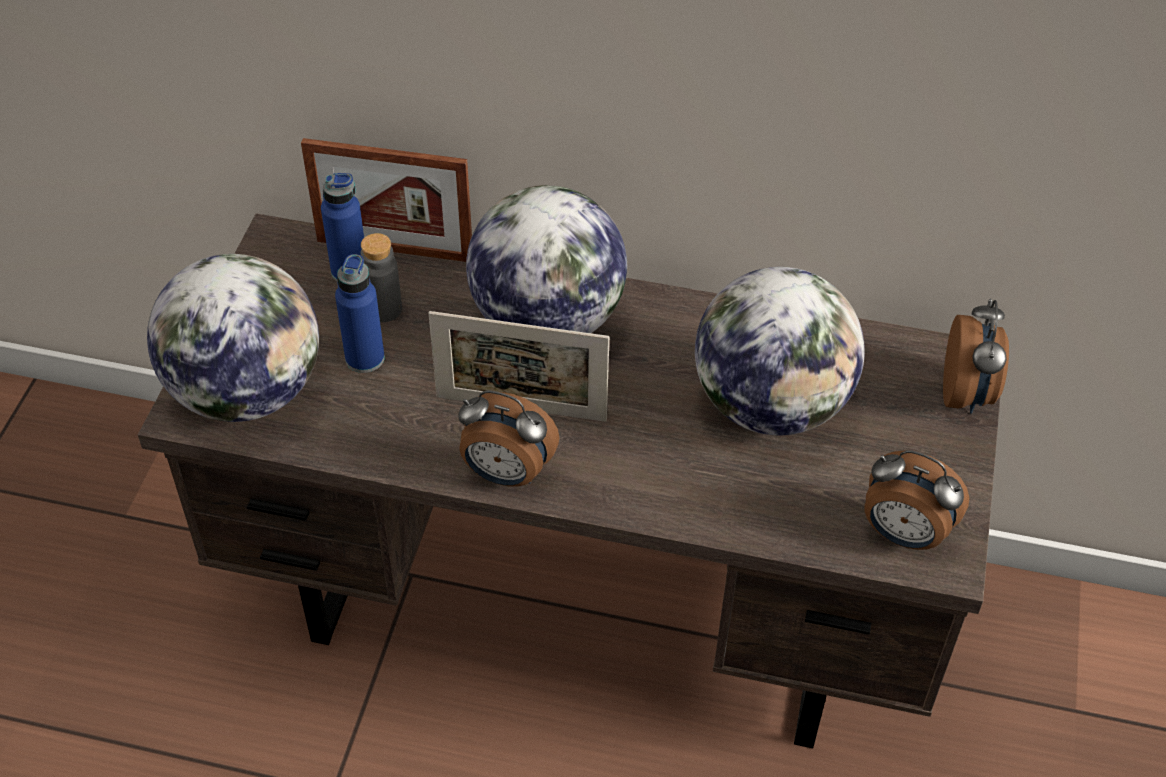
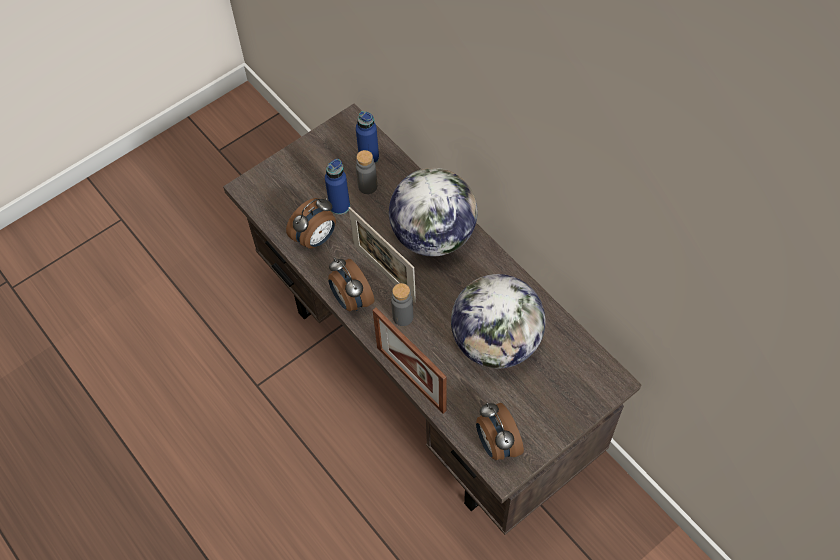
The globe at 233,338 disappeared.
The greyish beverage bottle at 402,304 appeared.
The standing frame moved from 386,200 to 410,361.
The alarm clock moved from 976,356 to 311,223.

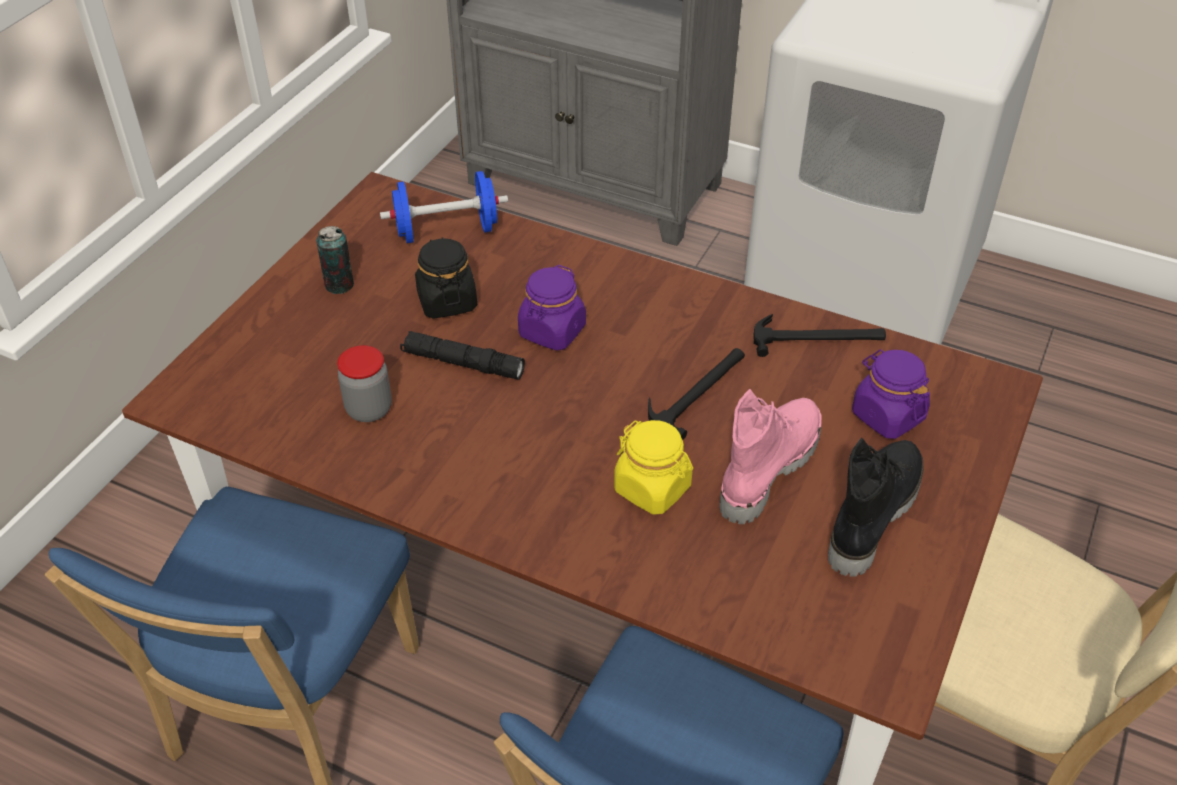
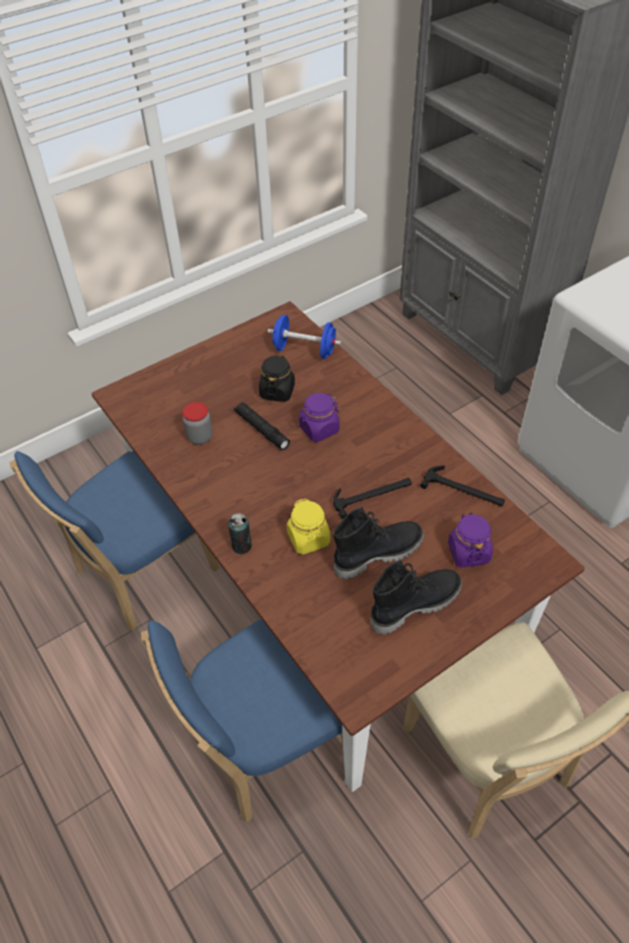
The metal can moved from 335,260 to 240,533.
The pink tall boot at 771,456 became the black-coloured tall boot at 378,543.

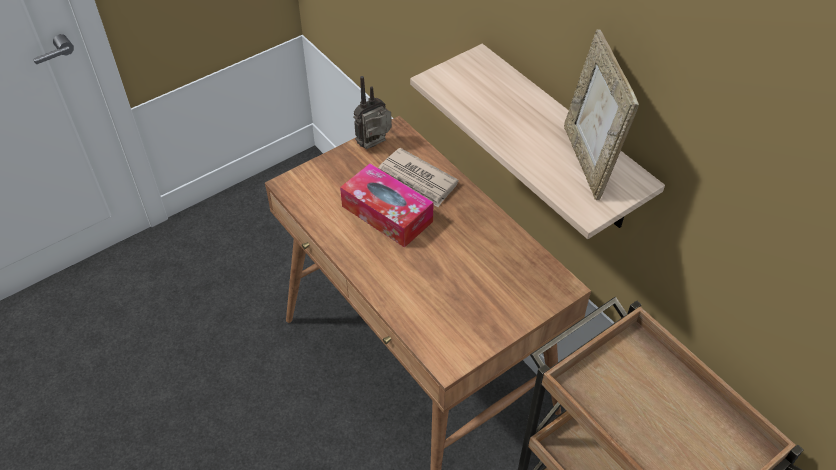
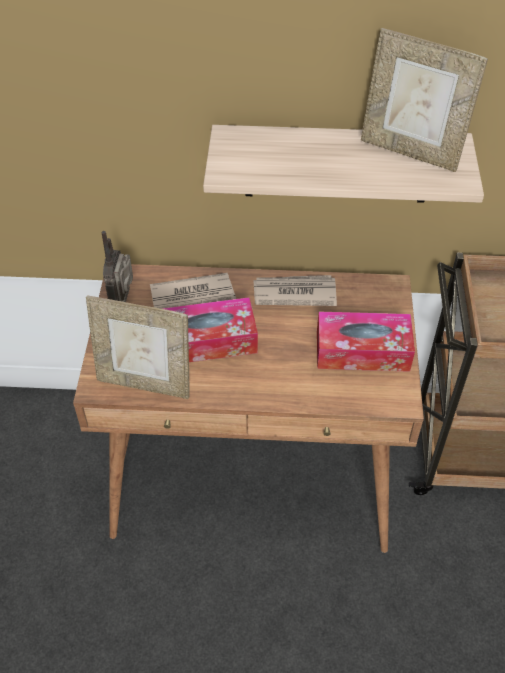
The standing frame at 138,347 appeared.
The newspaper at 295,290 appeared.
The box of tissues at 366,342 appeared.

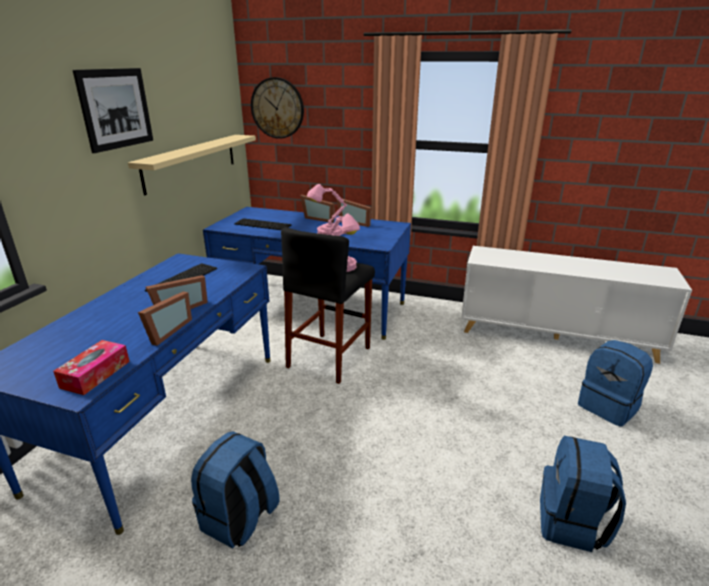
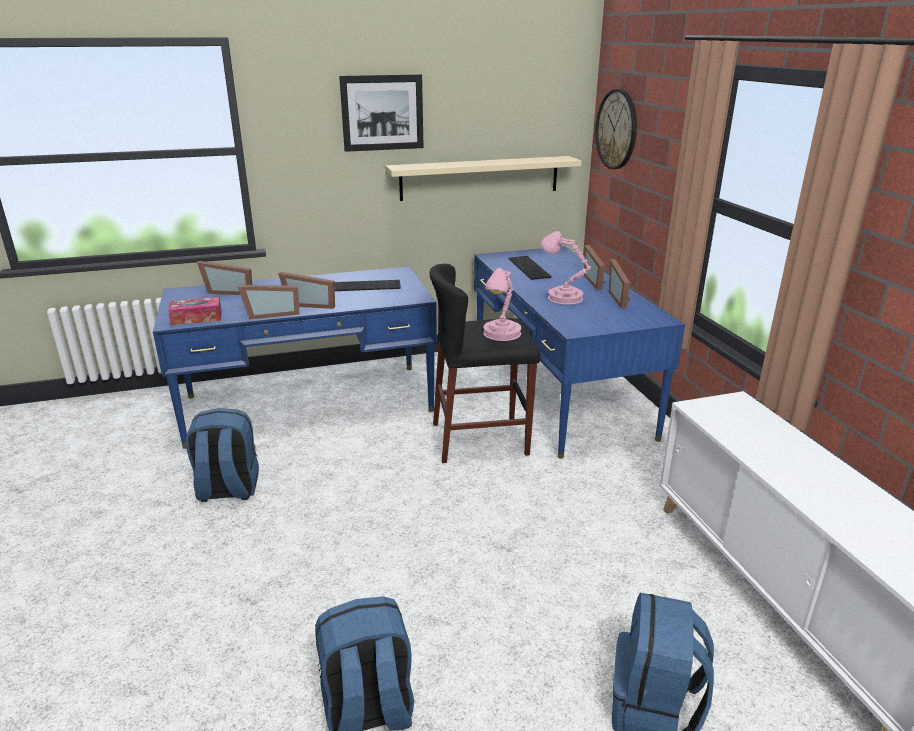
The standing frame at 225,278 appeared.

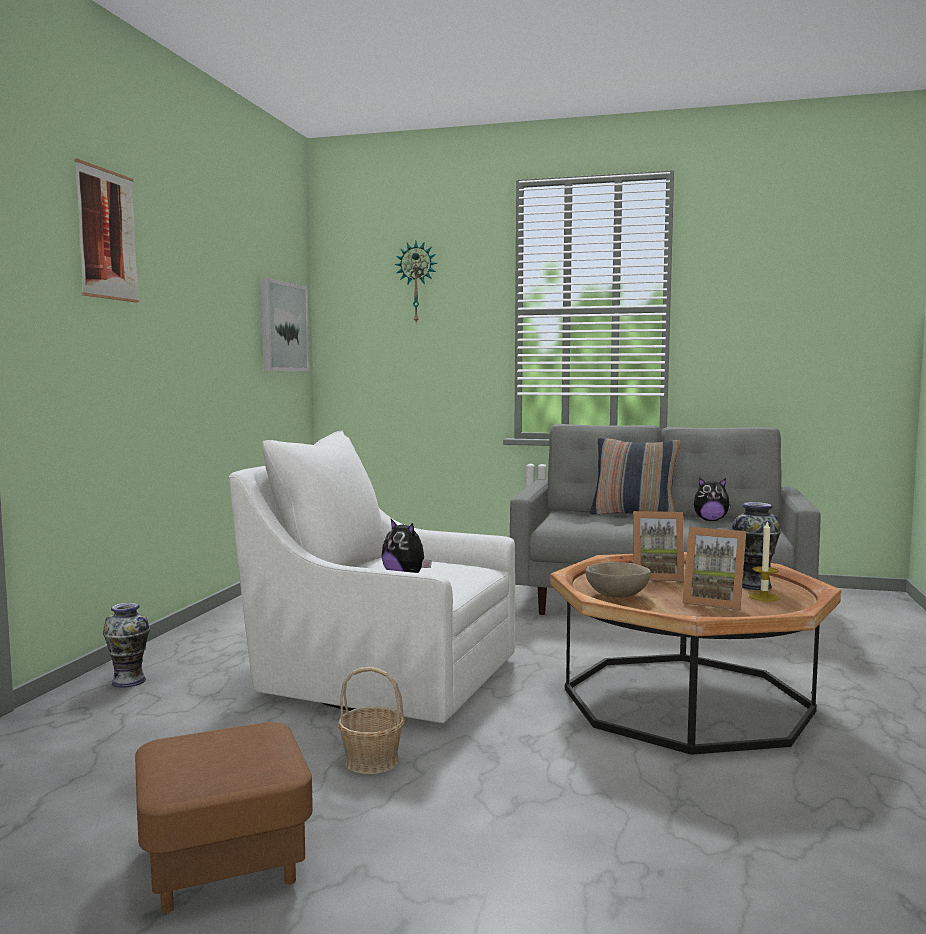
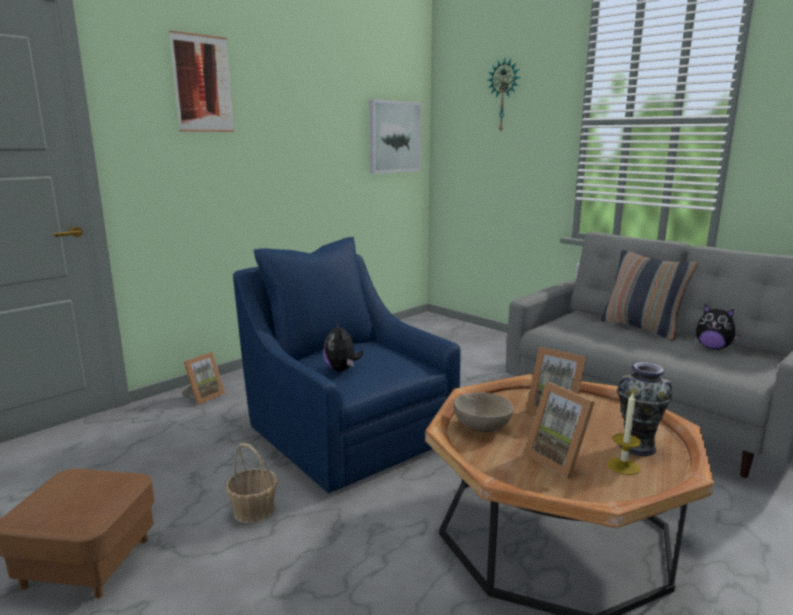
The flower vase at 126,645 was replaced by the standing frame at 203,378.
The whitish lounge chair at 372,577 became the blue-coloured lounge chair at 346,365.

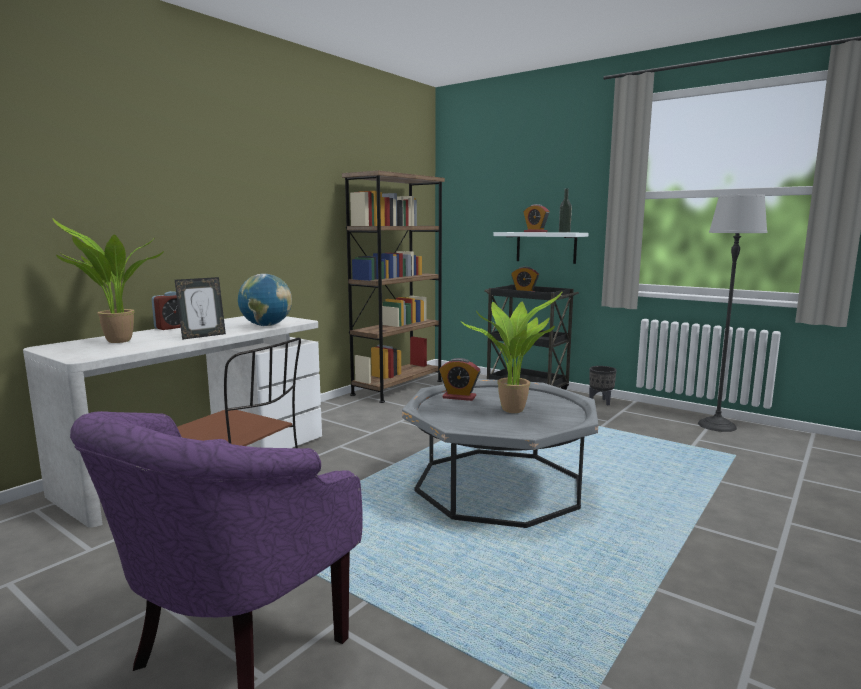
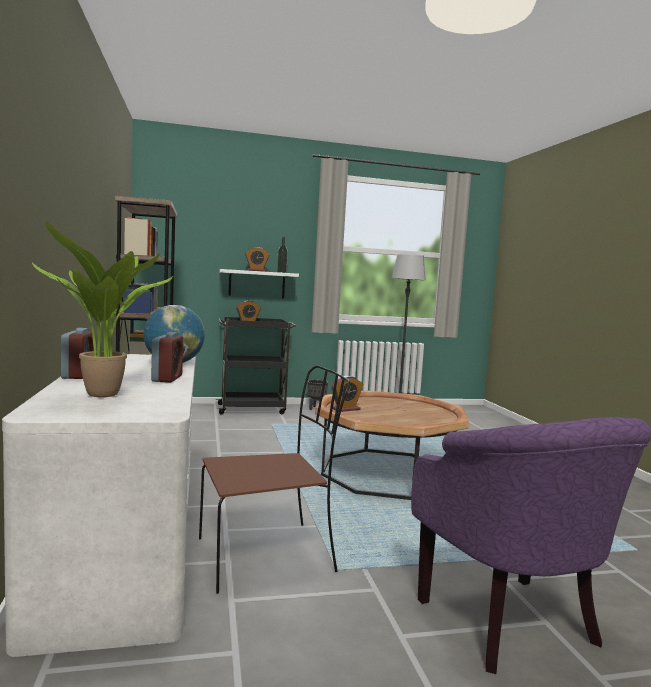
The plant in a pot at 512,352 disappeared.
The standing frame at 200,308 was replaced by the alarm clock at 167,357.
The greyish lounge table at 500,453 became the brownish lounge table at 392,445.

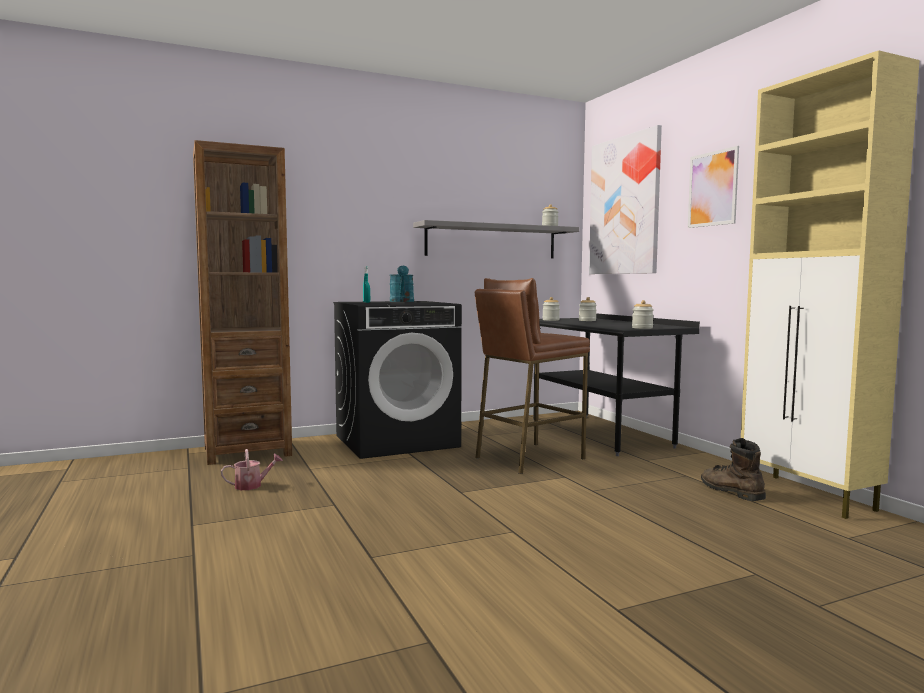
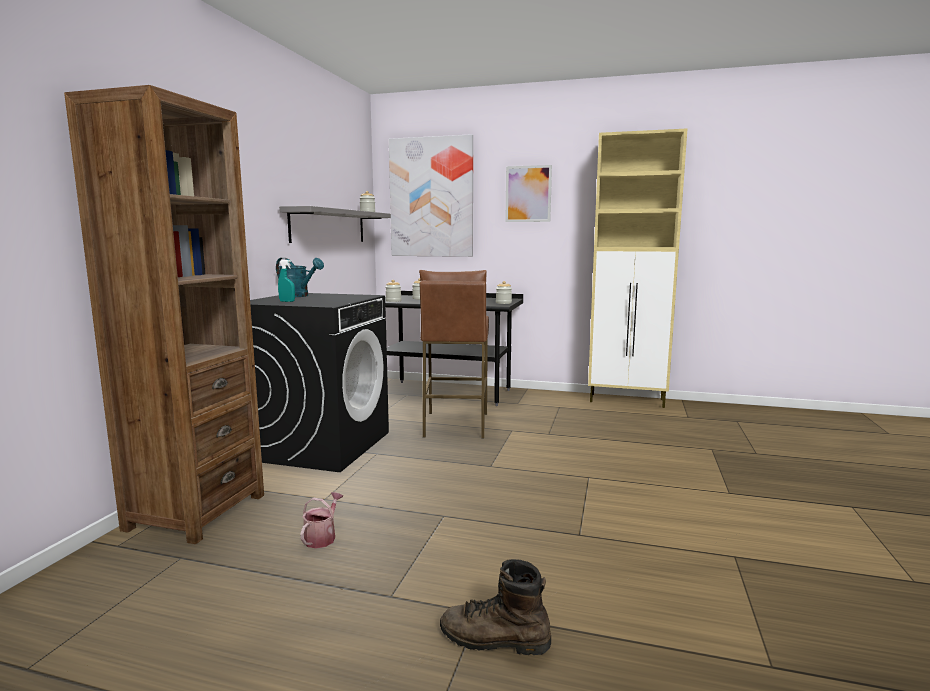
The brownish tall boot moved from 733,469 to 495,607.

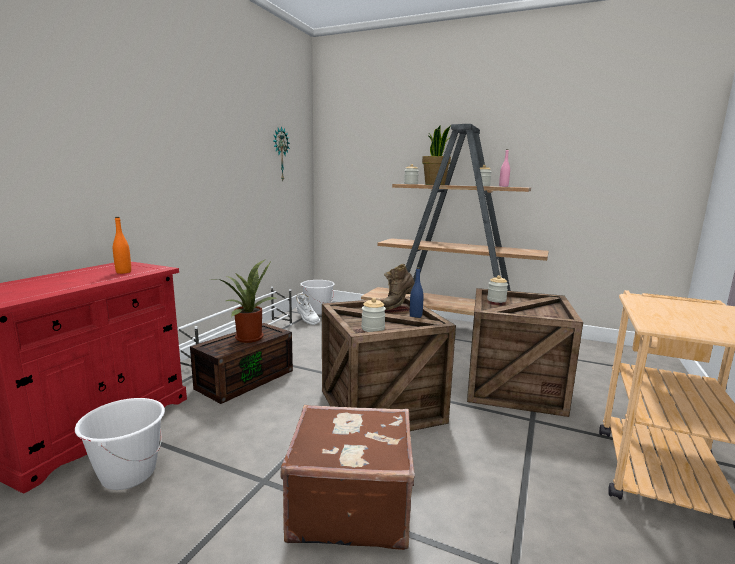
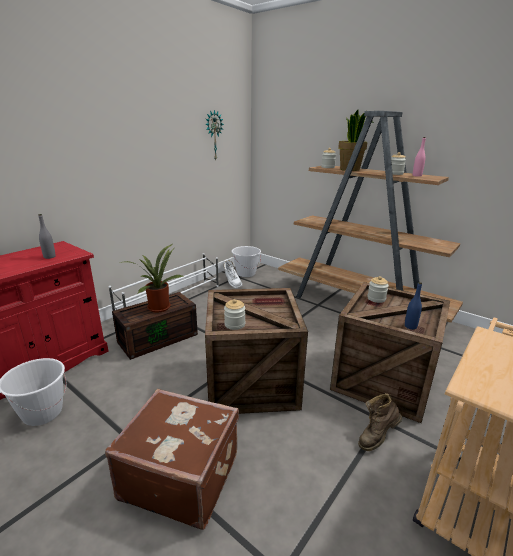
The brownish tall boot moved from 398,287 to 380,422.
The blue-coloured beverage bottle moved from 417,292 to 413,306.
The orange beverage bottle at 122,245 became the greyish beverage bottle at 47,236.

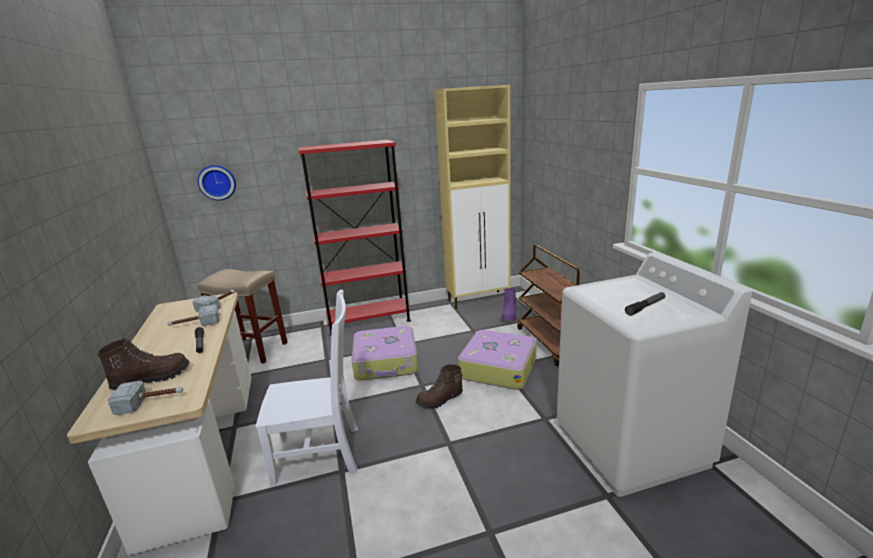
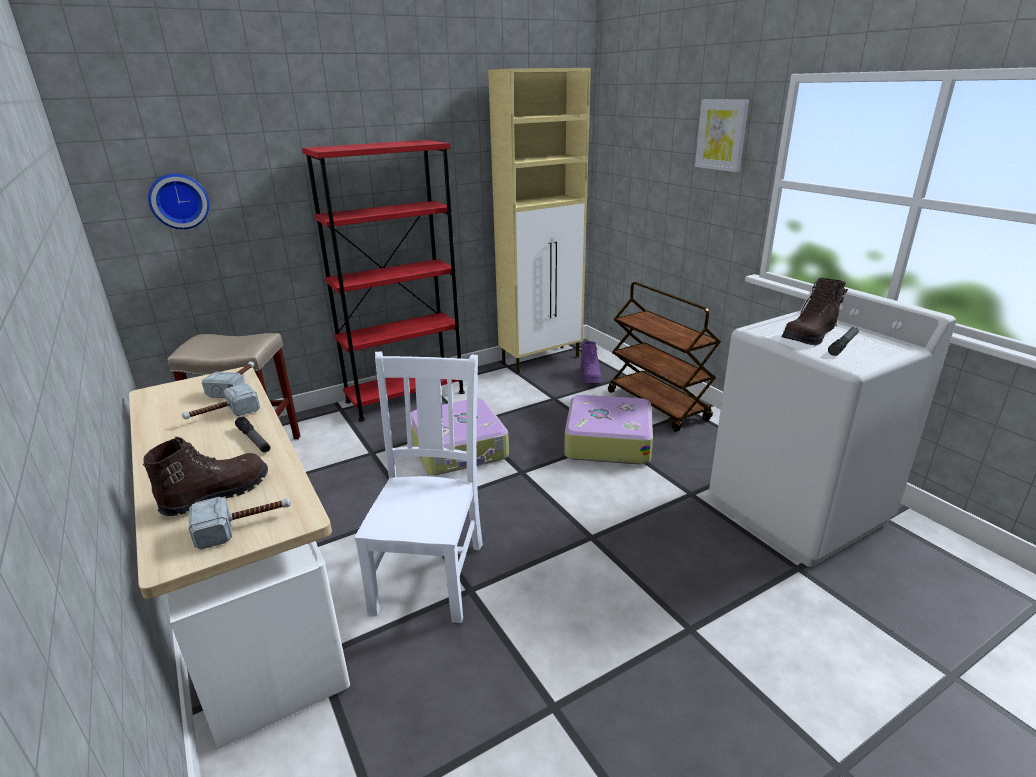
The picture at 722,135 appeared.
The brownish tall boot moved from 439,386 to 814,312.
The whitish upright chair at 307,388 turned 60 degrees counterclockwise.

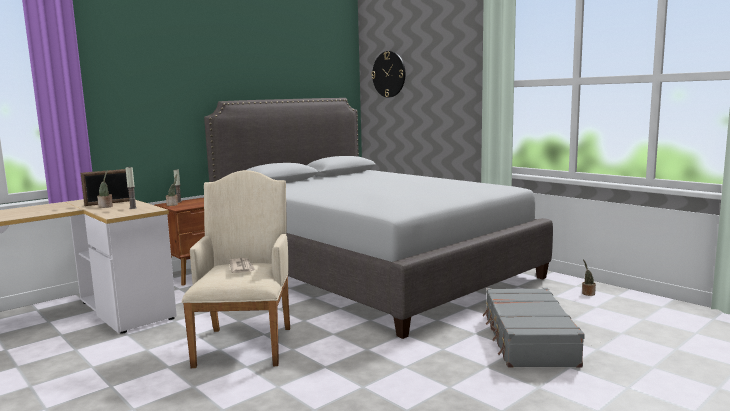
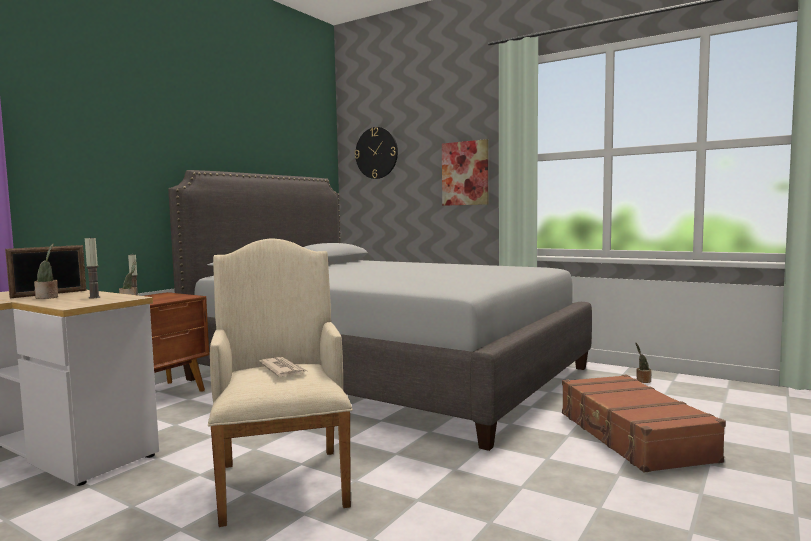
The picture at 465,172 appeared.
The greyish suitcase at 534,327 became the brownish suitcase at 644,424.

